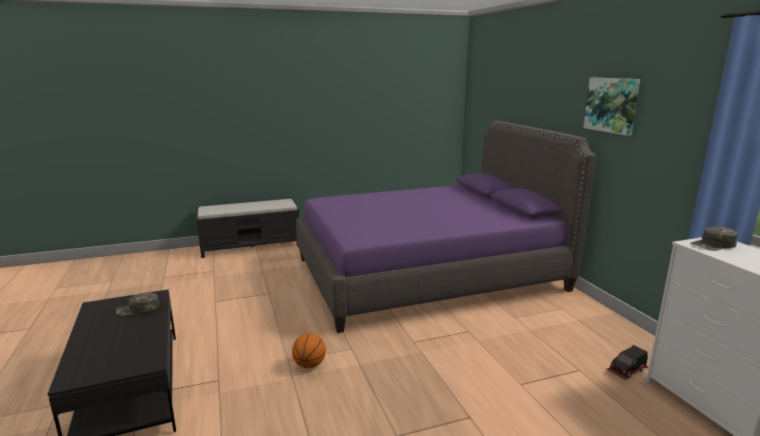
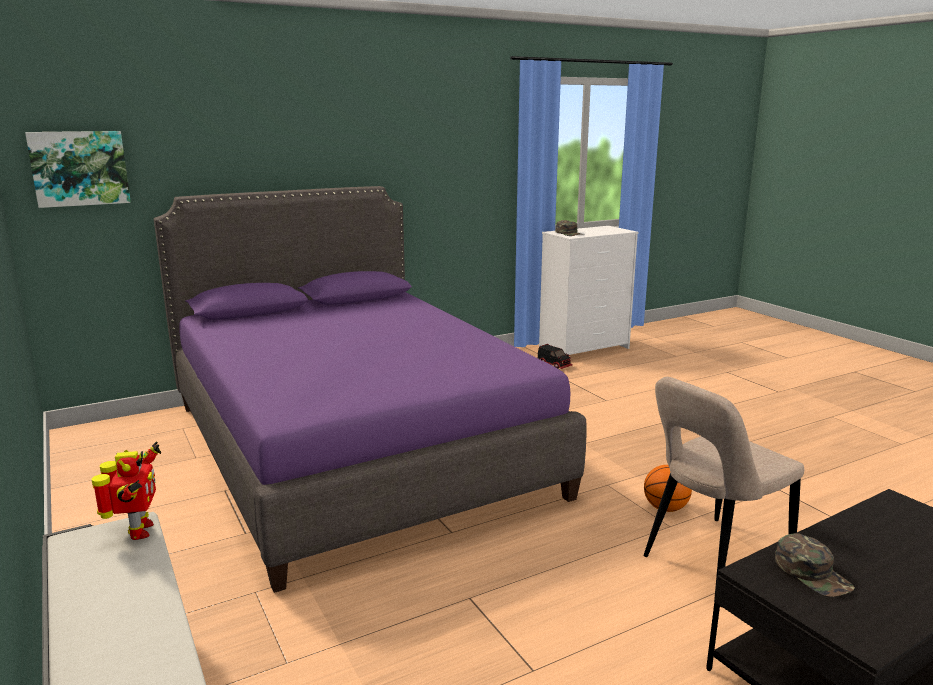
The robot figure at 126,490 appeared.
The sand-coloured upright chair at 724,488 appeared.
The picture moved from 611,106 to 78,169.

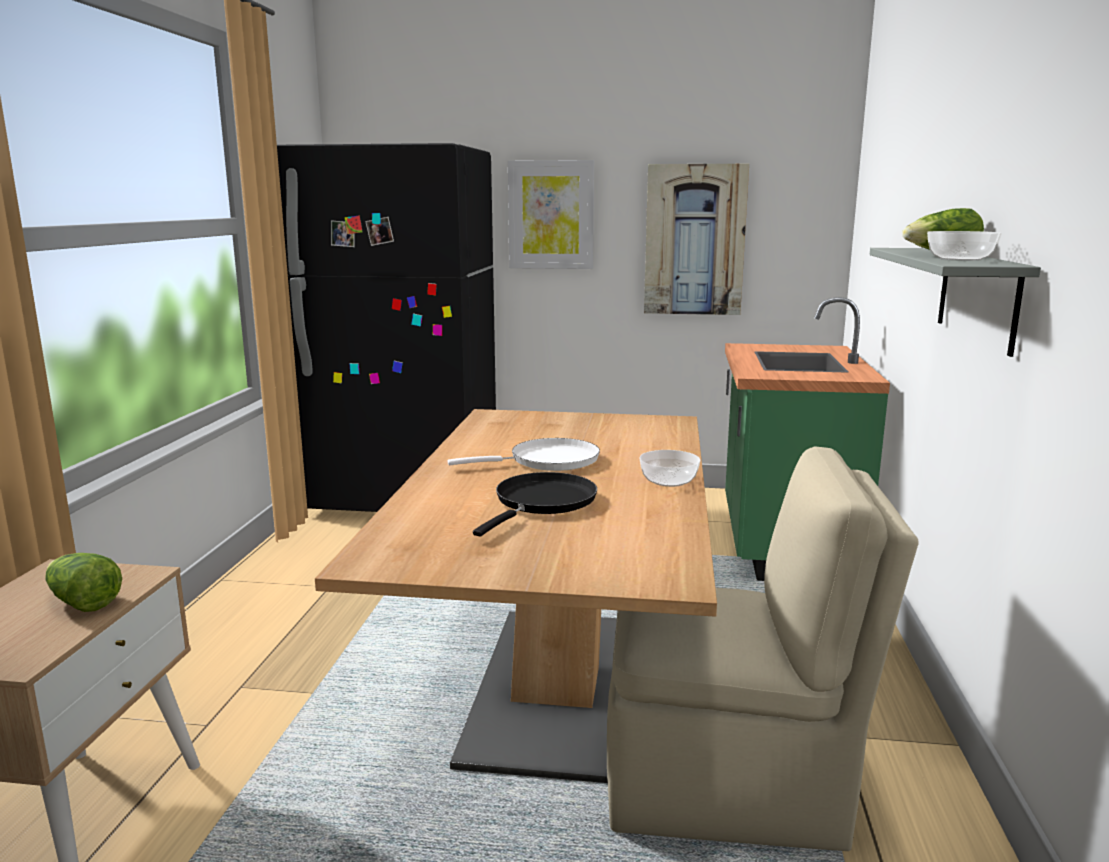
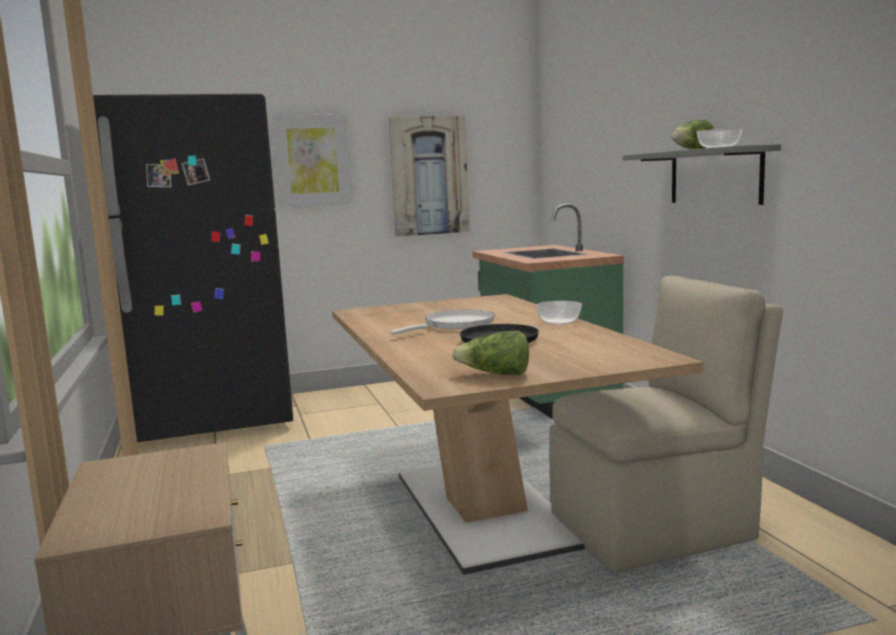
The lettuce moved from 83,582 to 490,353.

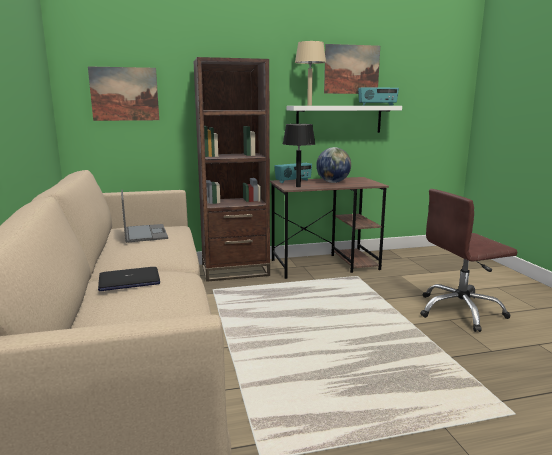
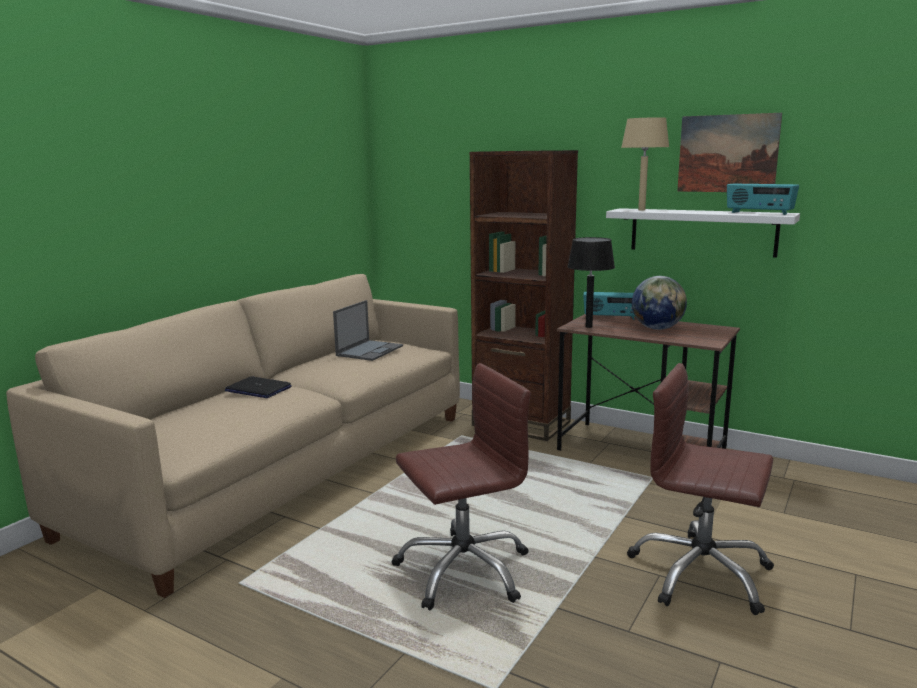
The picture at 123,93 disappeared.
The brownish office chair at 461,487 appeared.

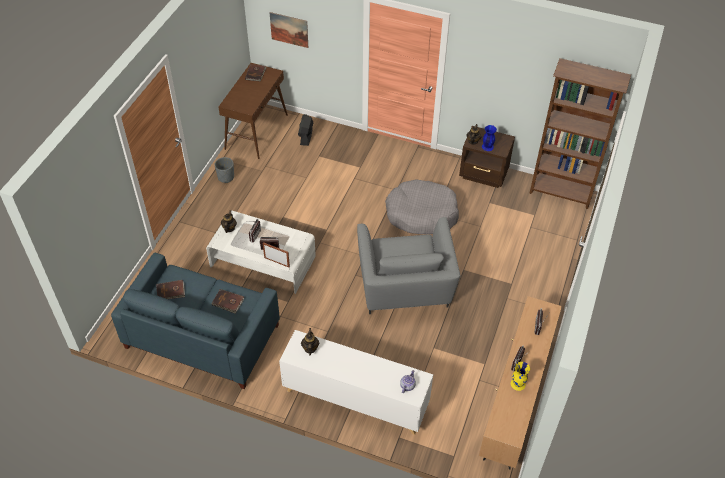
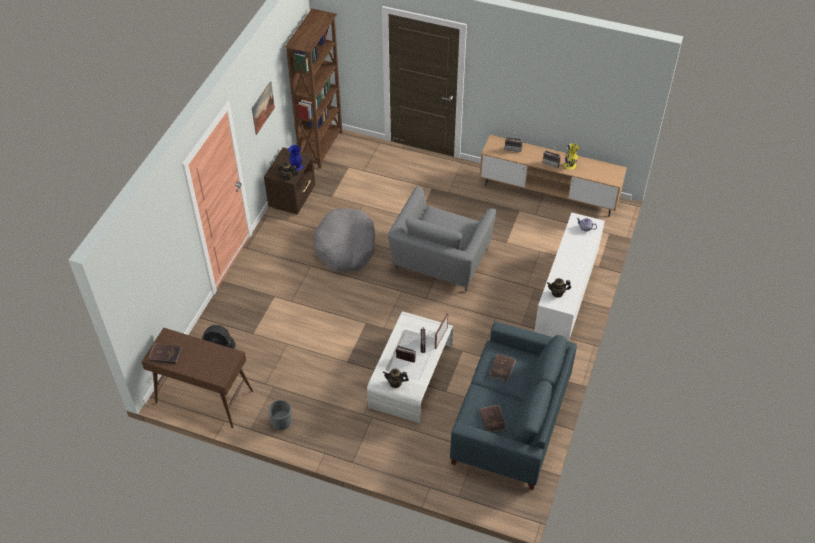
The picture moved from 289,30 to 263,108.
The greyish lounge chair at 408,265 turned 120 degrees clockwise.

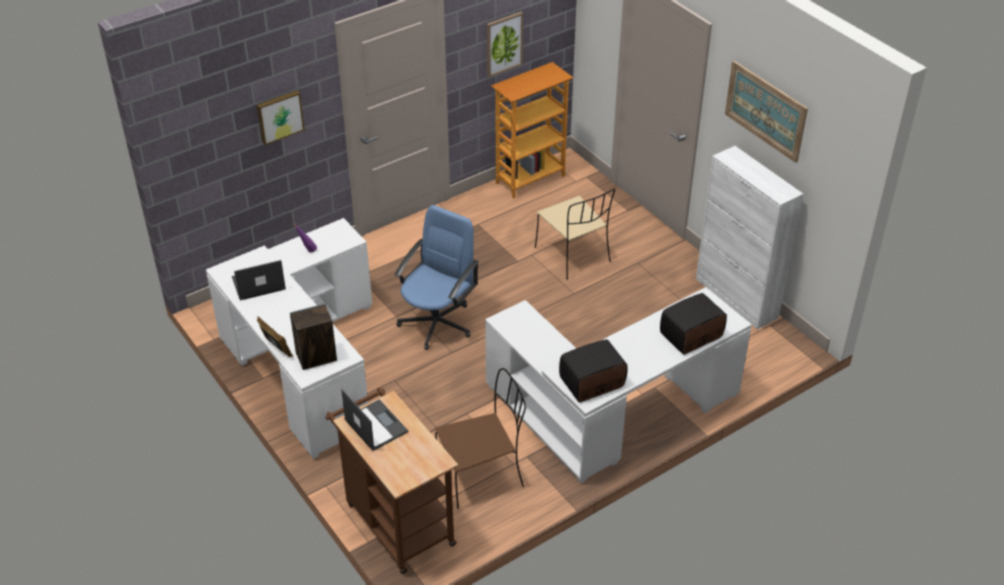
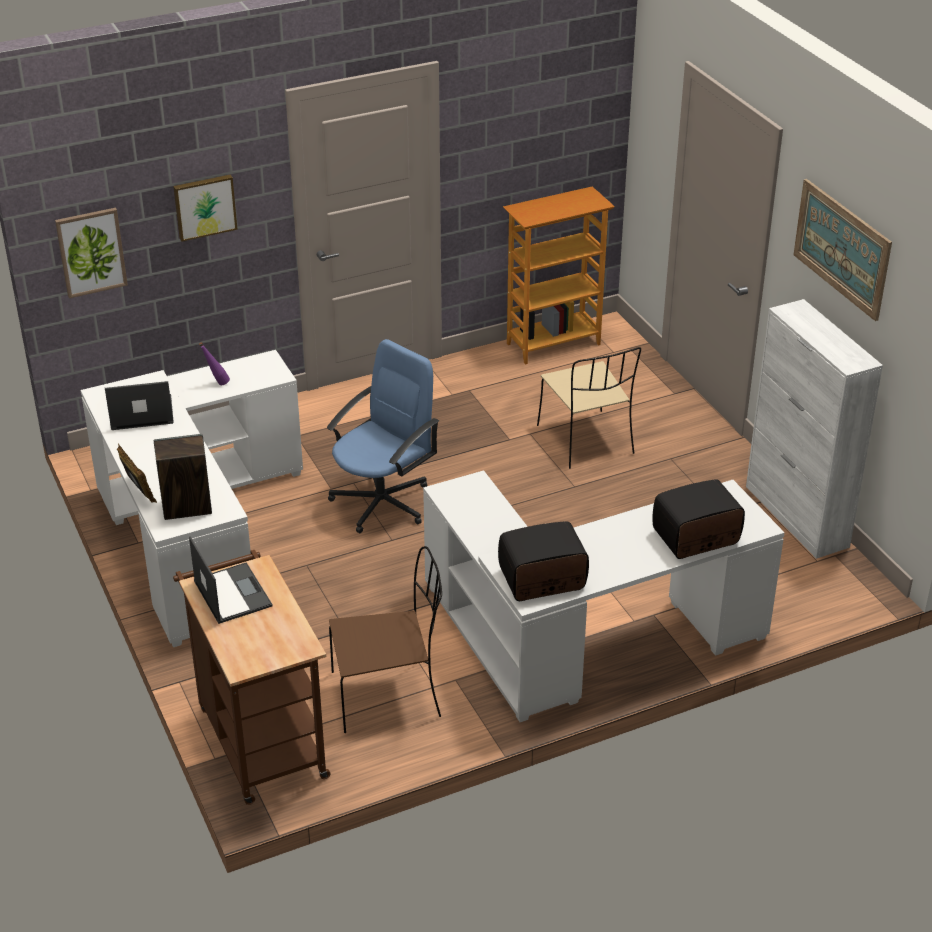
The picture moved from 505,44 to 91,253.

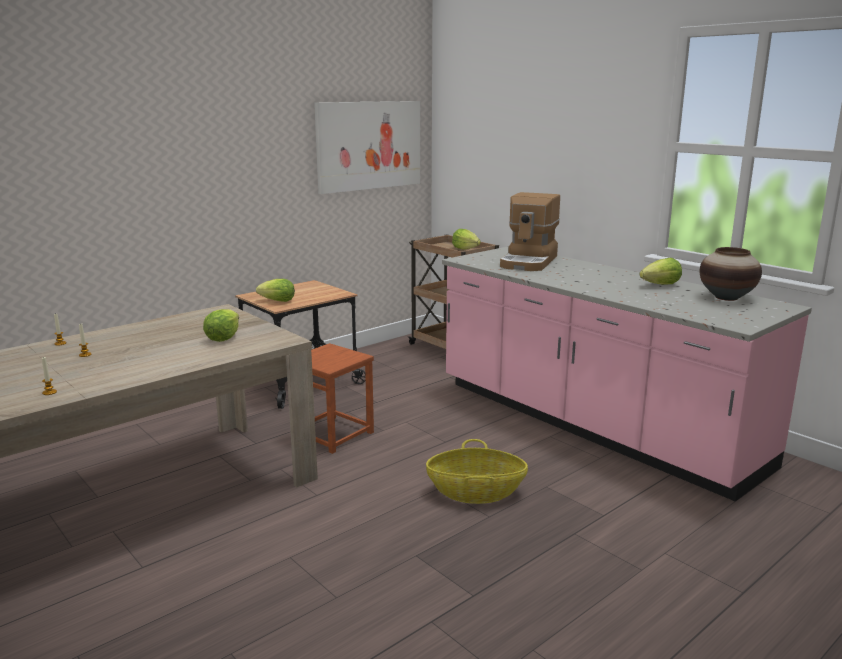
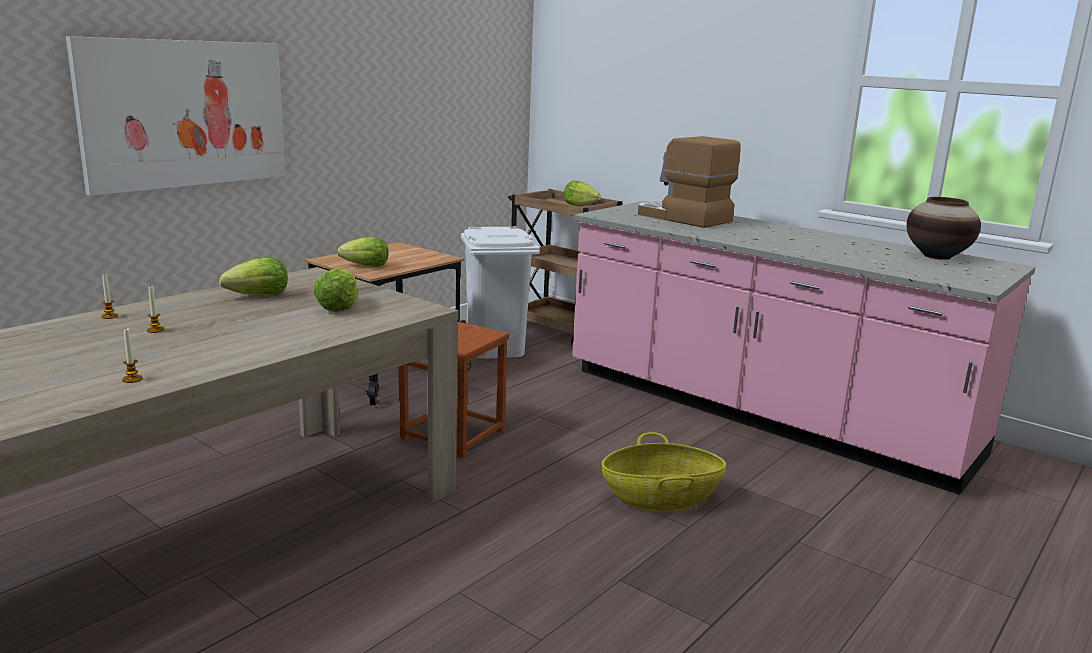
The whitish waste bin at 500,292 appeared.
The picture moved from 367,147 to 175,116.
The lettuce moved from 660,271 to 253,276.
The coffee machine at 530,231 turned 120 degrees clockwise.

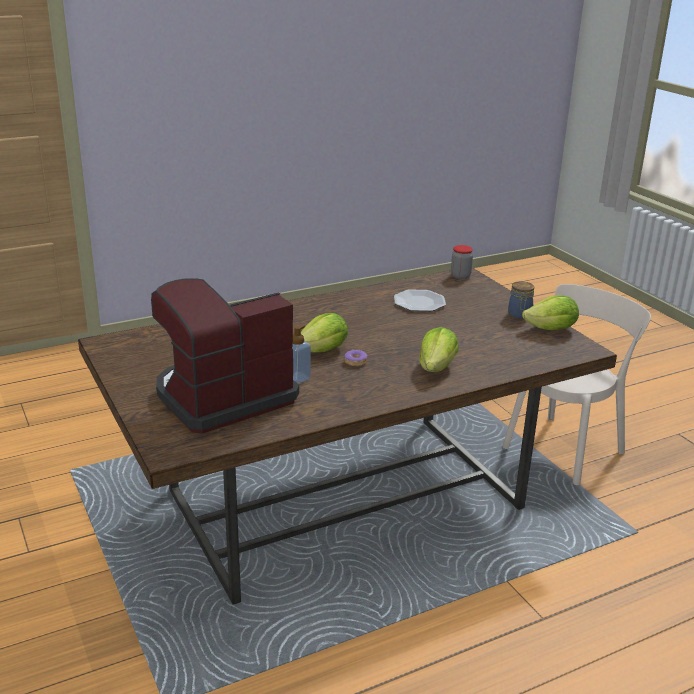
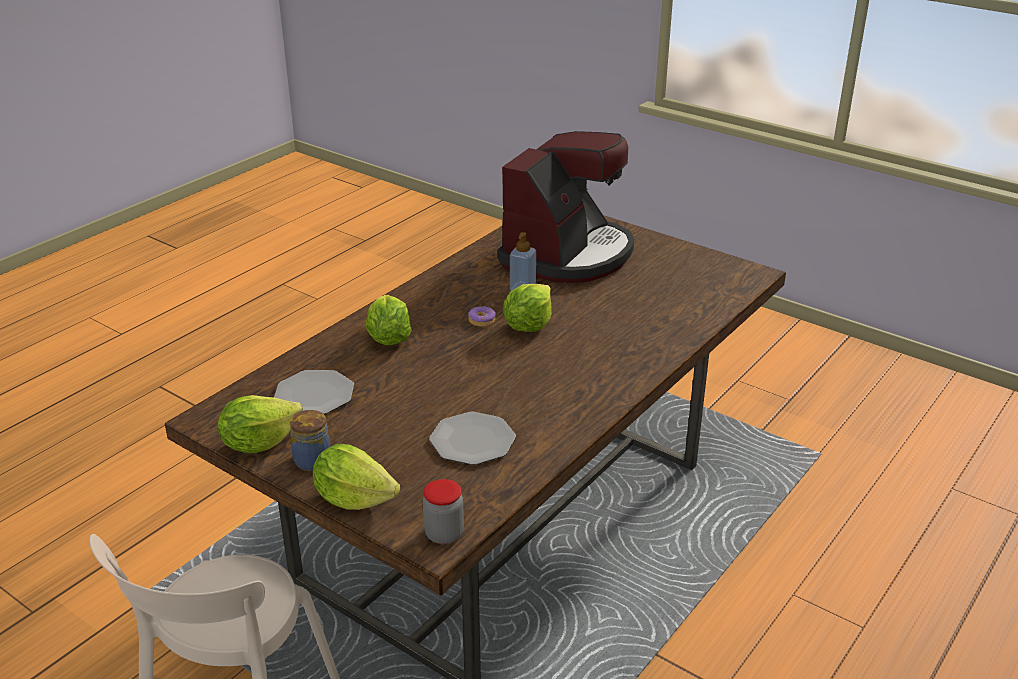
The plate at 314,392 appeared.
The lettuce at 356,477 appeared.

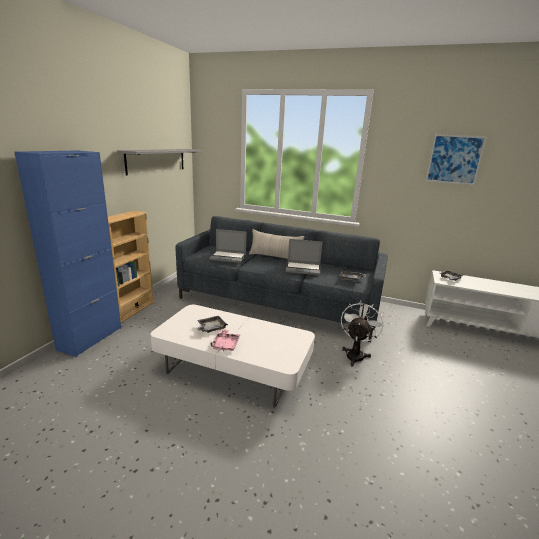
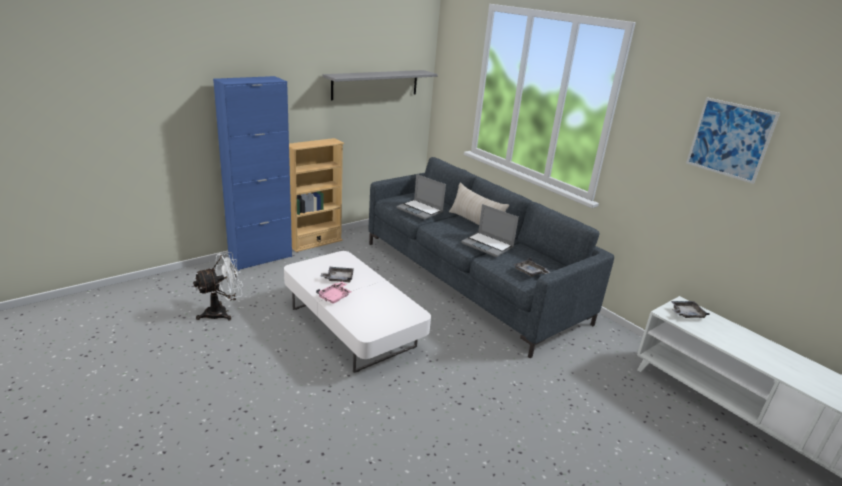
The whitish cooling fan moved from 362,333 to 218,286.

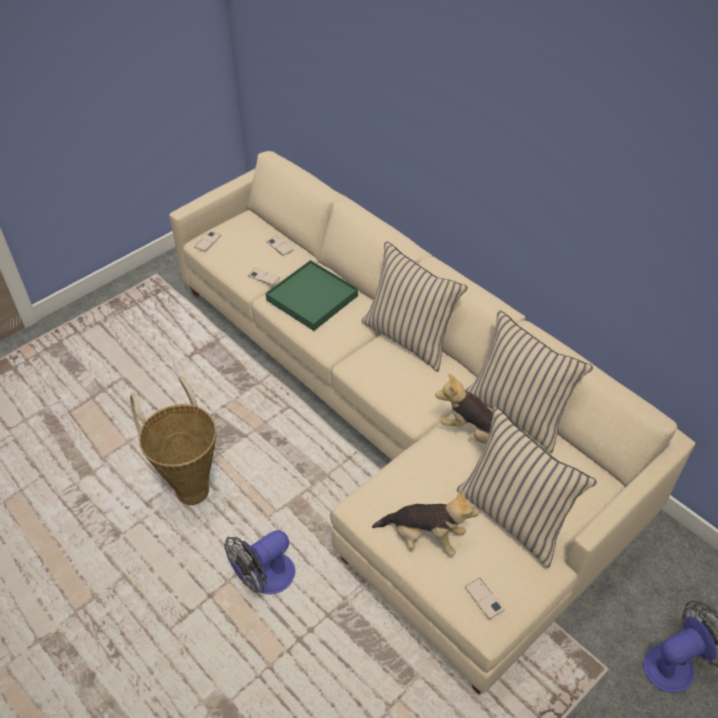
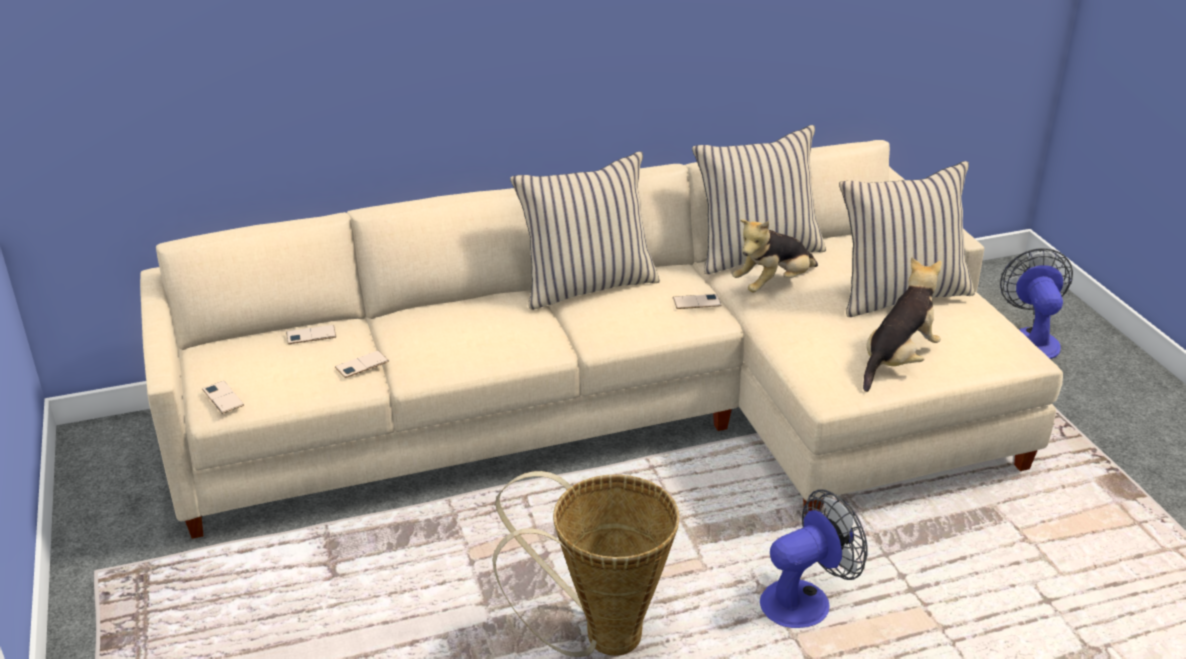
The green serving tray at 312,295 disappeared.
The handset moved from 485,598 to 697,301.
The cooling fan at 260,562 turned 105 degrees counterclockwise.

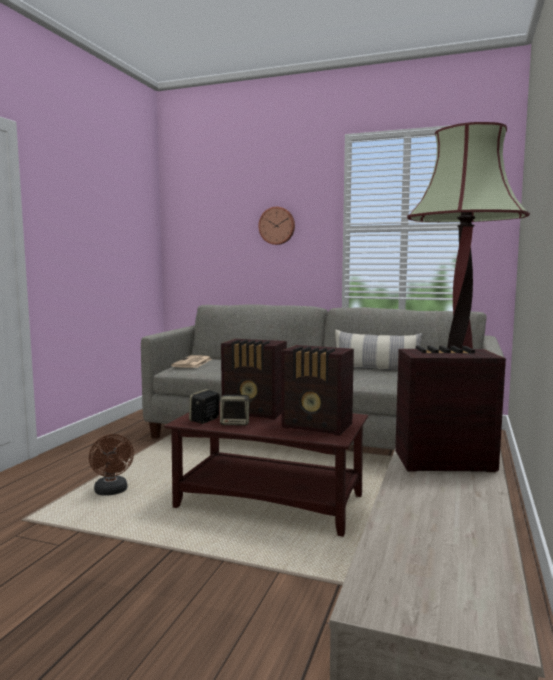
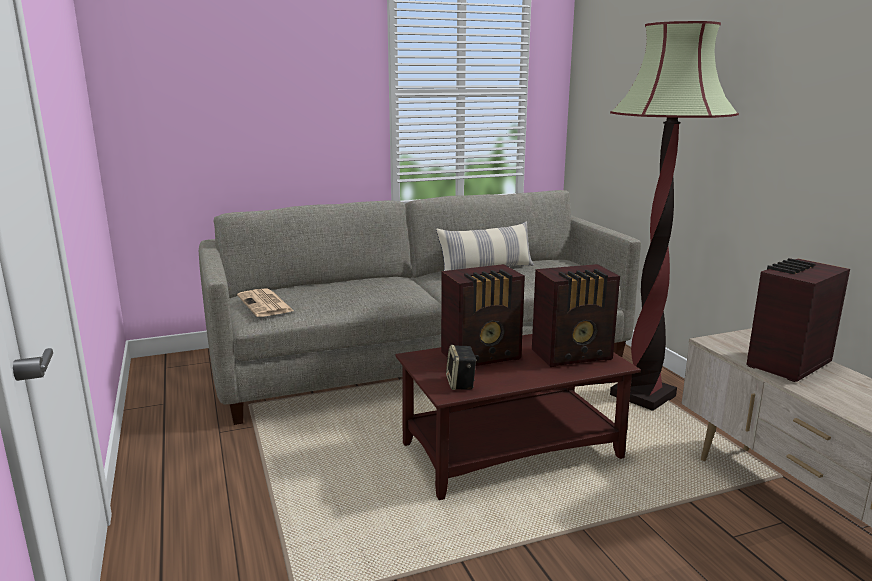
The brownish cooling fan at 111,465 disappeared.
The speaker at 236,410 disappeared.
The wall clock at 276,226 disappeared.

